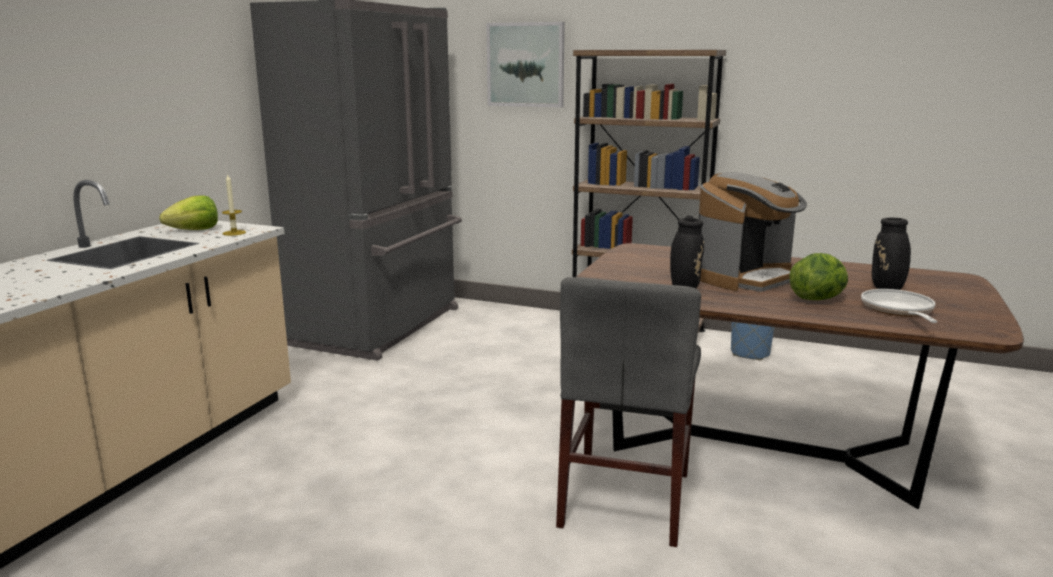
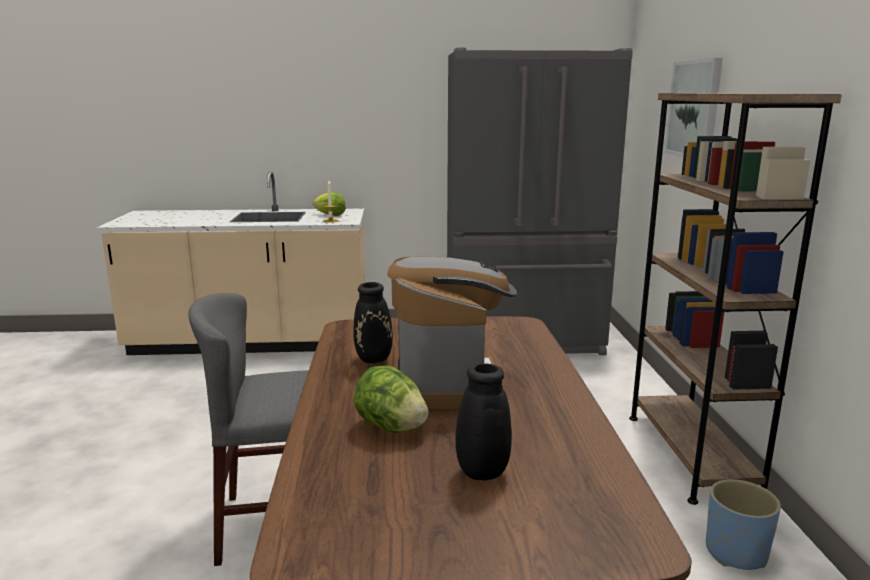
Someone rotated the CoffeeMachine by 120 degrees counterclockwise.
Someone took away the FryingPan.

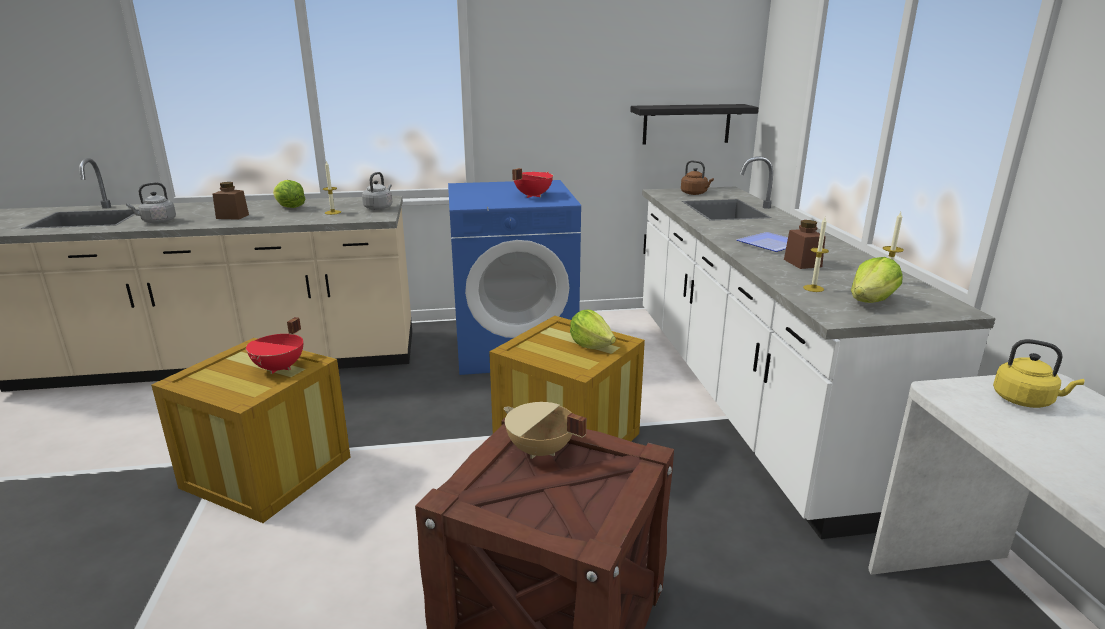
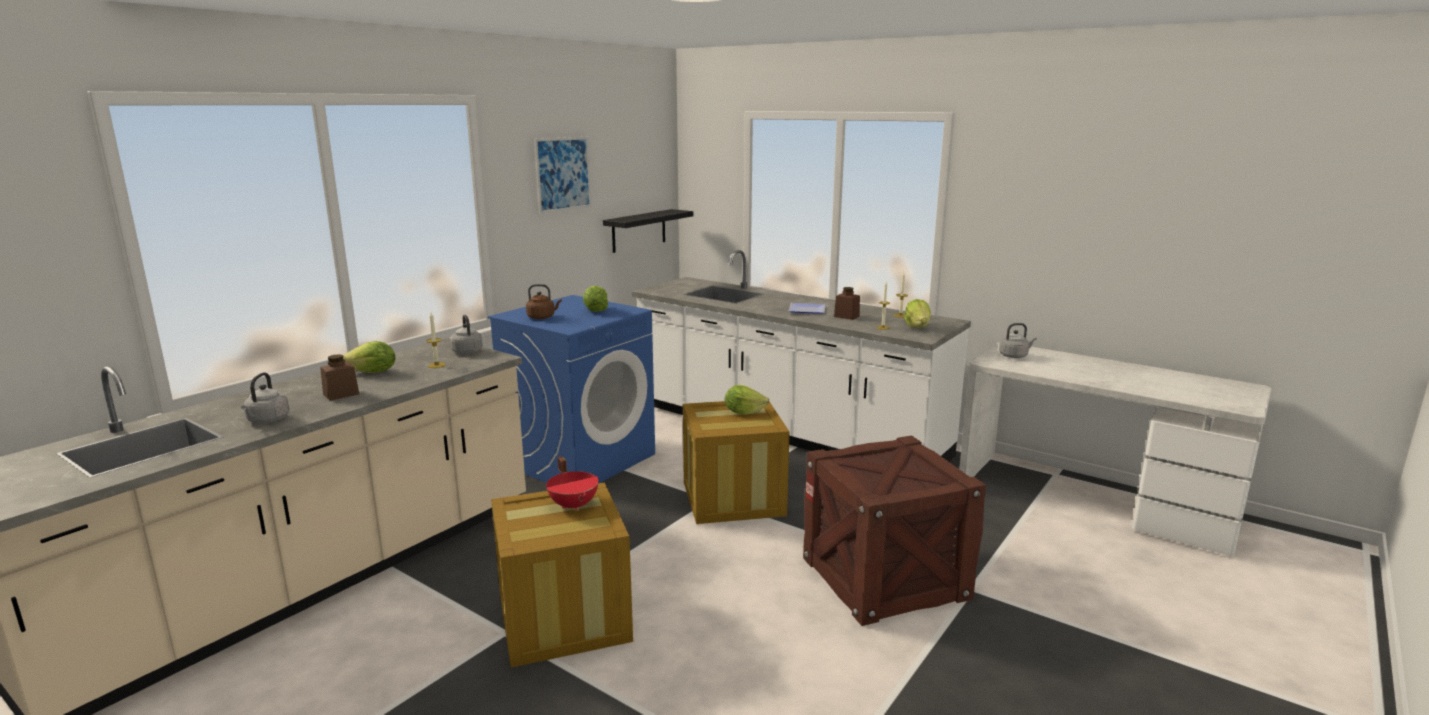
Someone carried the BrownKettle.
Someone put up the Picture.
Someone swapped the RedCookingPot (2nd from left) for the Lettuce (2nd from left).
Someone repainted the YellowKettle, which became the GreyKettle (3rd from left).
Someone took away the BeigeCookingPot.

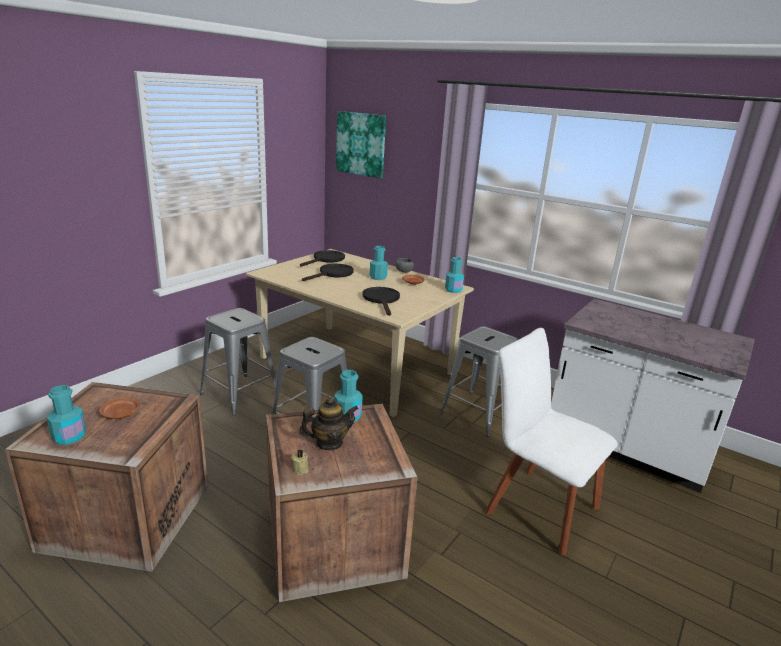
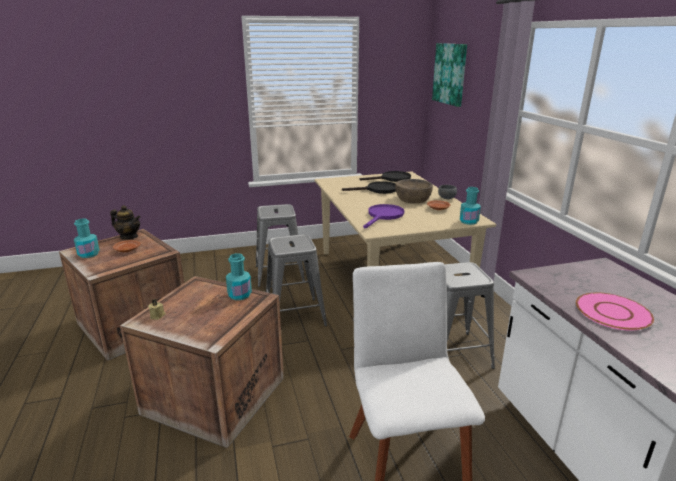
Someone carried the Teapot.
Someone repainted the BlackFryingPan (3rd from left), which became the PurpleFryingPan.
Someone swapped the TurquoiseBottle (3rd from left) for the BrownBowl.
Someone put down the PinkPlate.

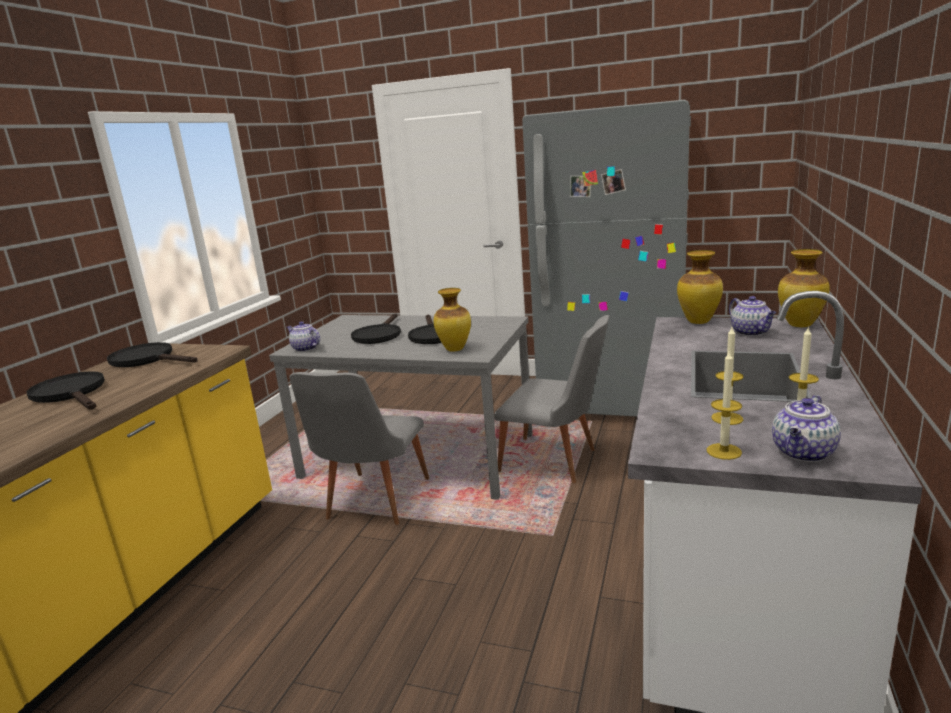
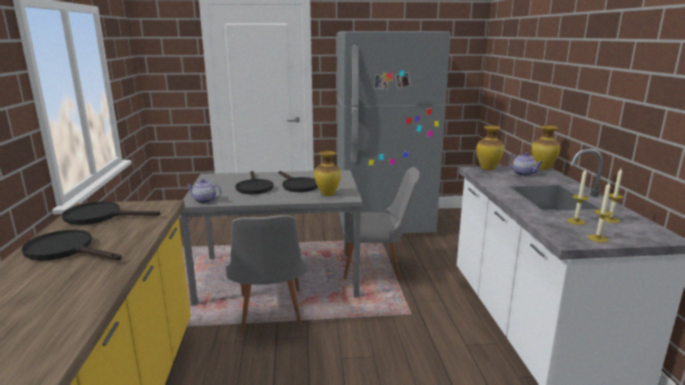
Someone took away the Teapot (3rd from left).

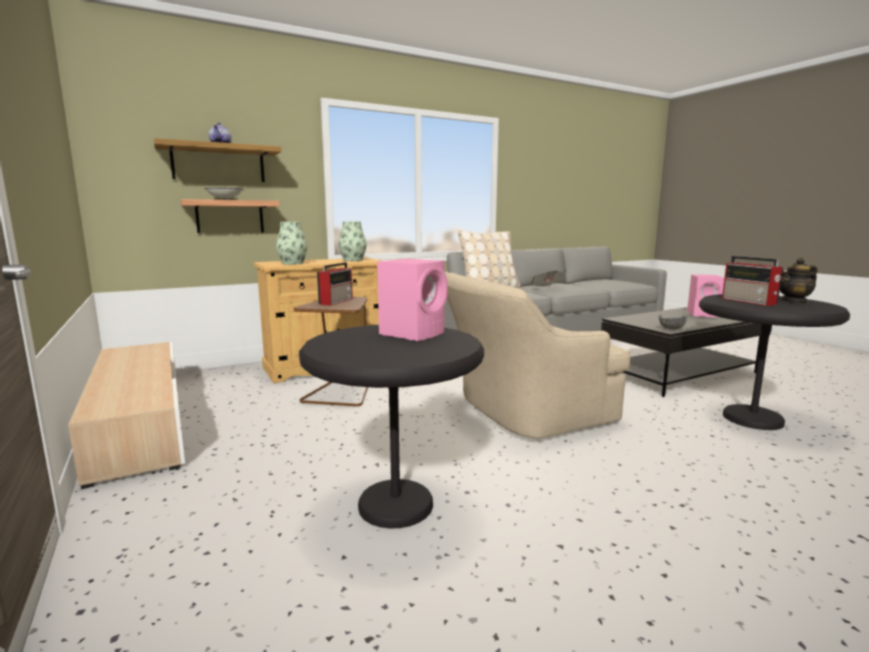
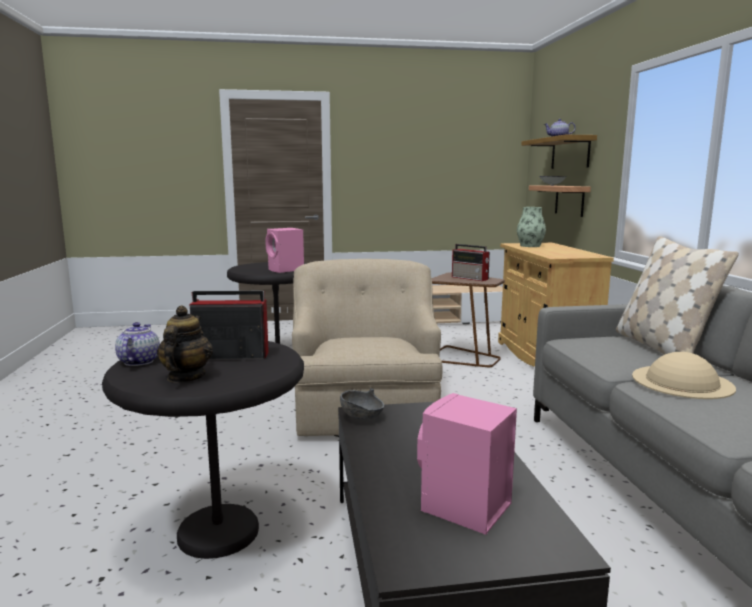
Someone put down the Teapot (1st from left).
Someone swapped the Newspaper for the BeigeHat.
Someone took away the Vase (2nd from left).

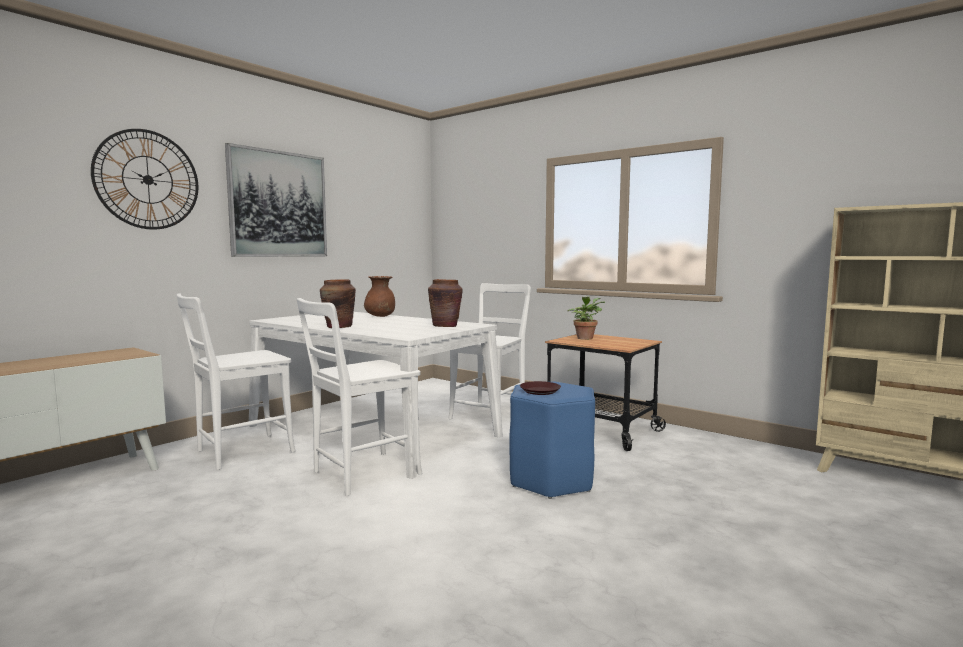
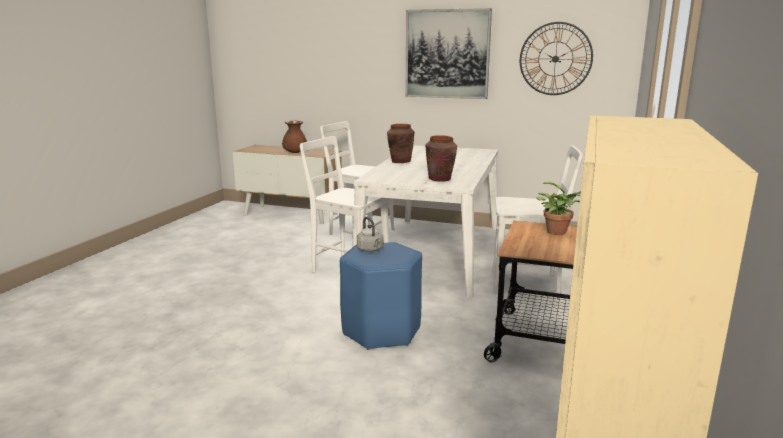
Someone carried the BrownVase (2nd from left in the first image).
Someone swapped the BrownPlate for the GreyKettle.
Someone carried the WallClock.

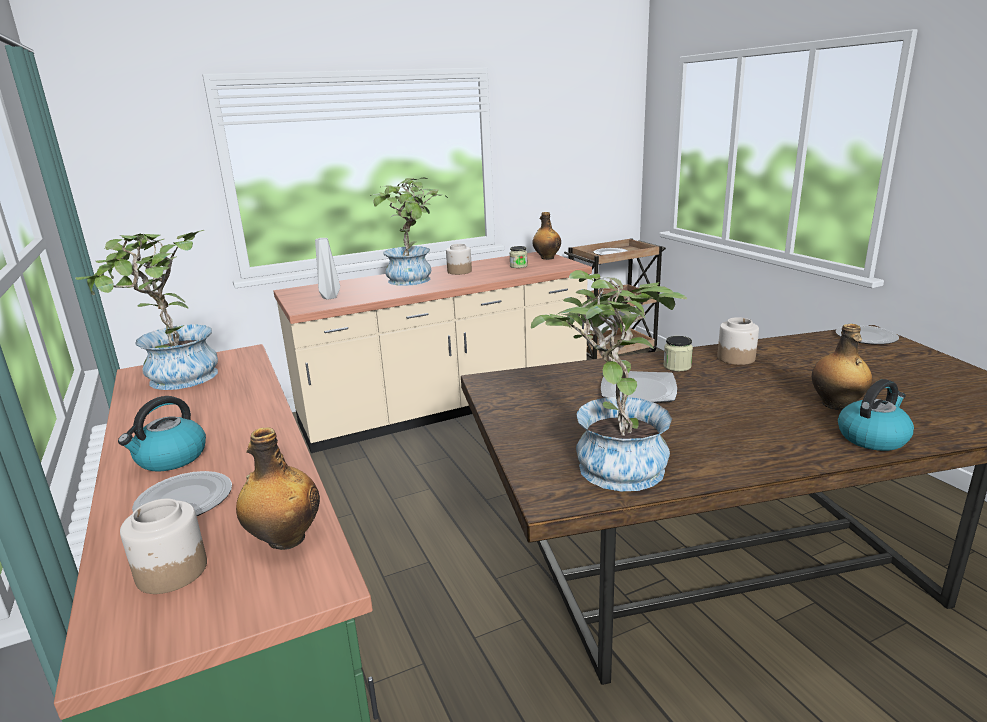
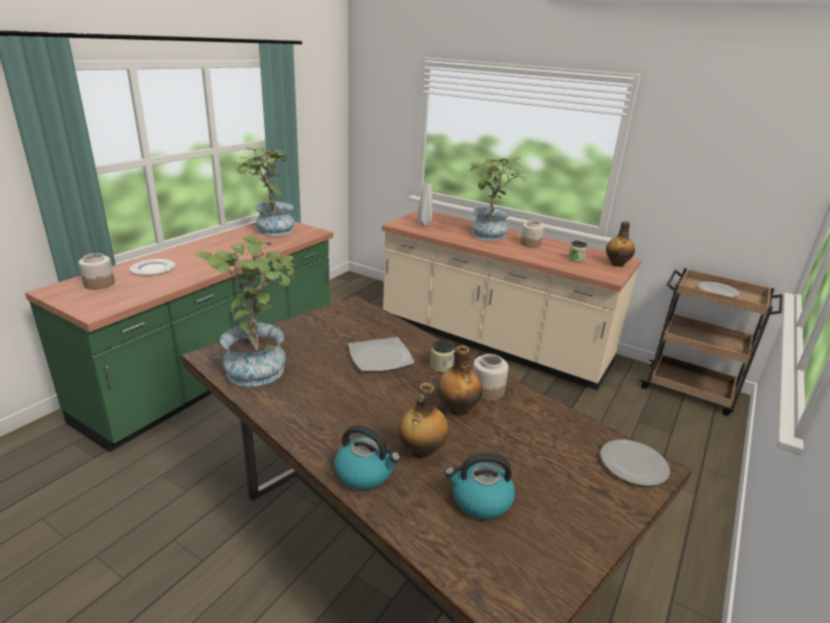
Someone carried the Bottle (1st from left in the first image).
Someone carried the Kettle (1st from left in the first image).

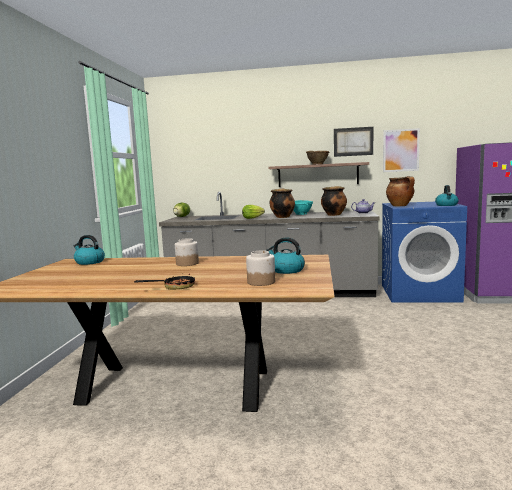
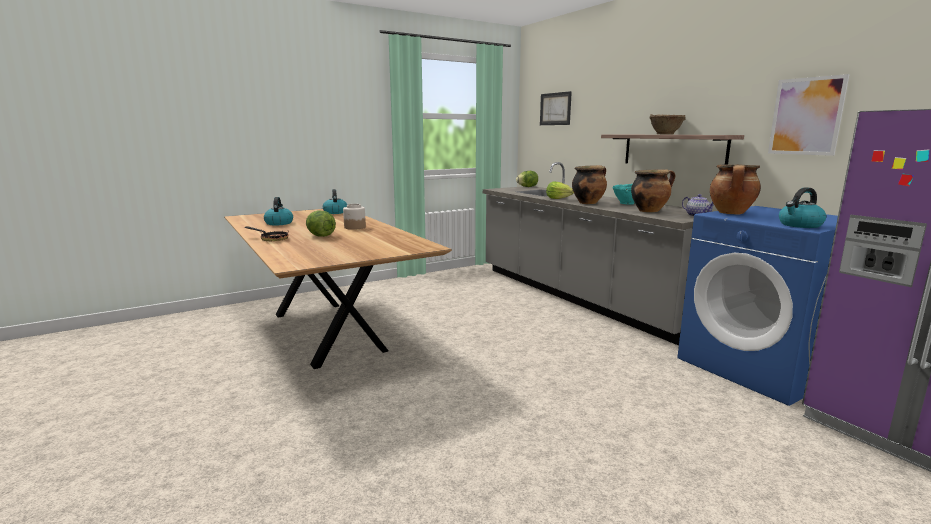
Someone carried the Kettle (2nd from left in the first image).
Someone put down the Lettuce (1st from left).
Someone carried the Picture (1st from left).
Someone took away the Jar (2nd from left).

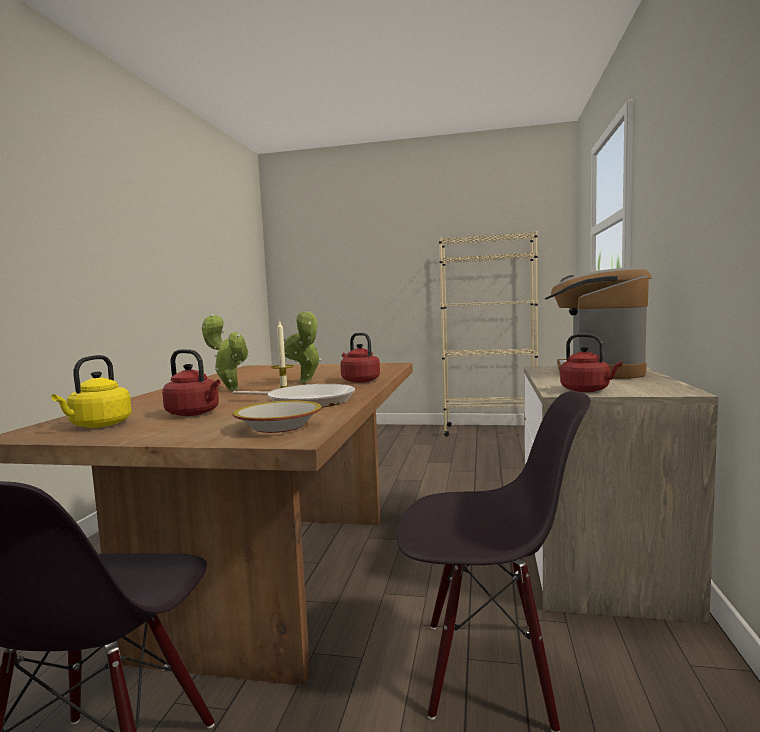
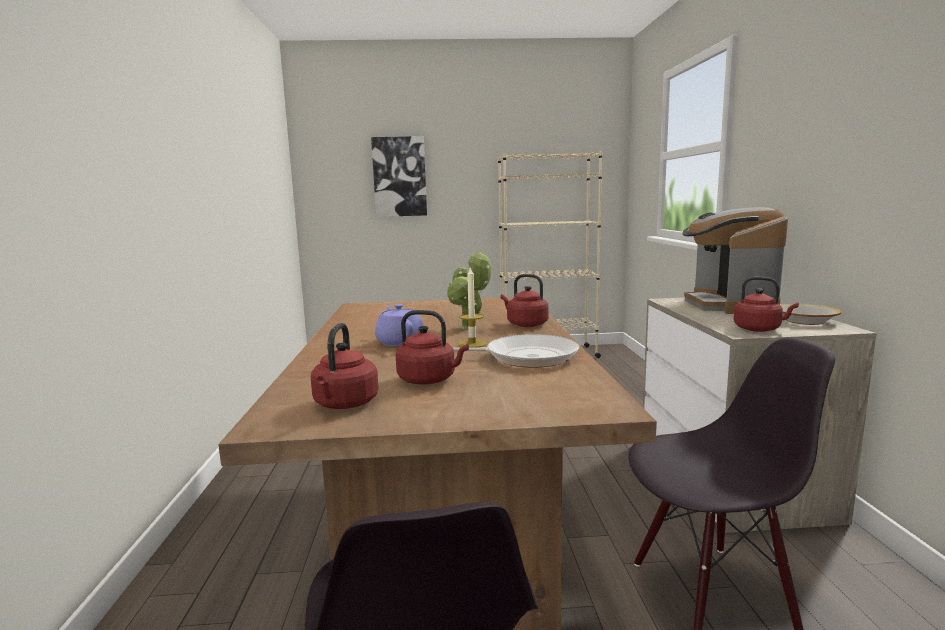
Someone repainted the YellowKettle, which became the RedKettle (1st from left).
Someone put up the Picture.
Someone swapped the PottedPlant (1st from left) for the PurpleTeapot.
Someone carried the Bowl.

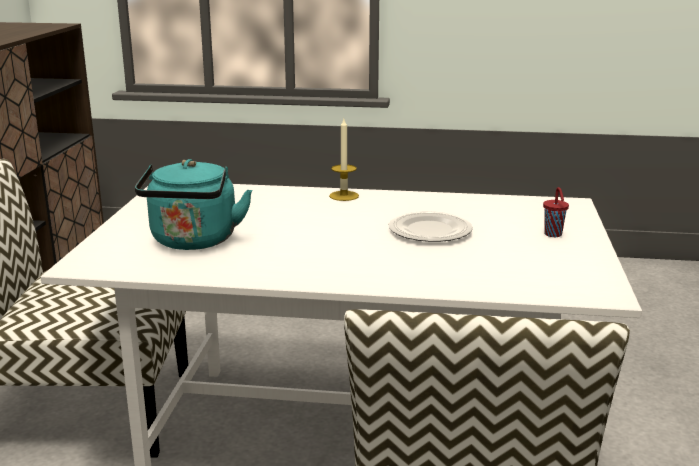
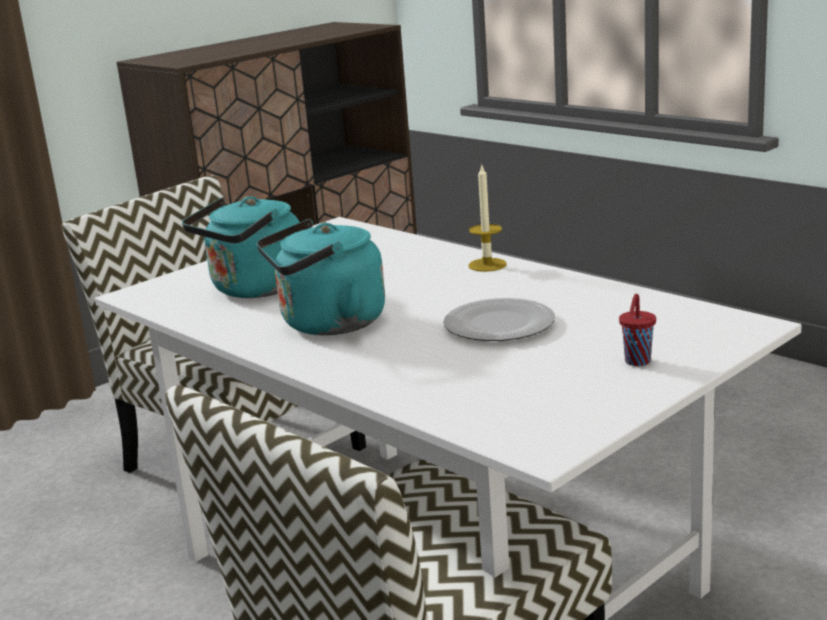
Someone put down the TurquoiseKettle (2nd from left).

